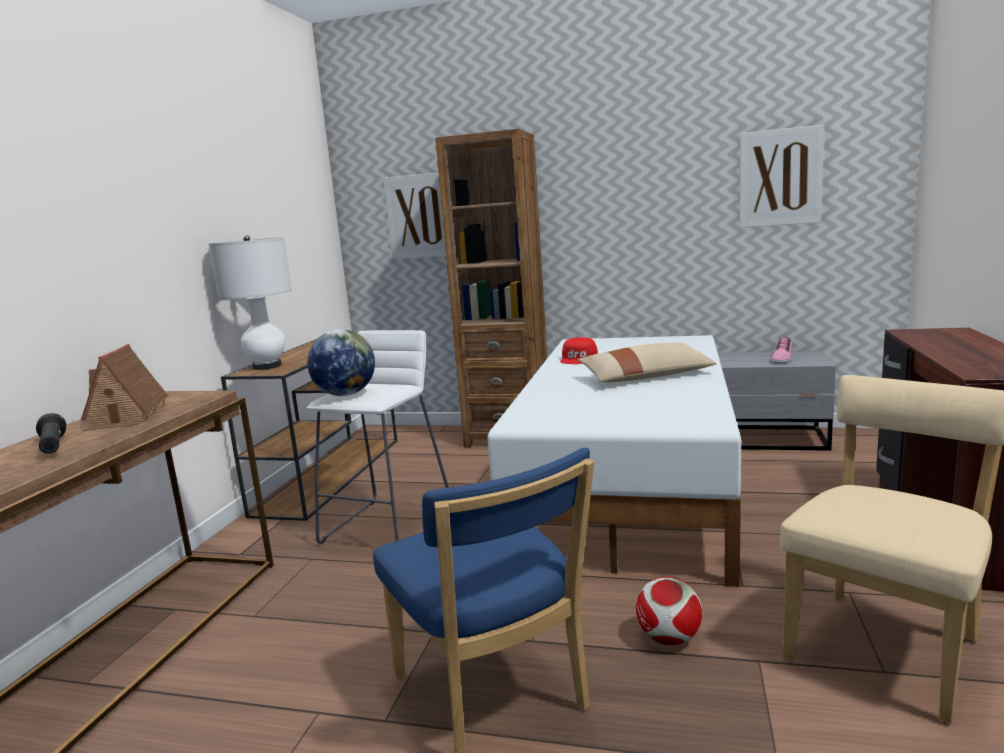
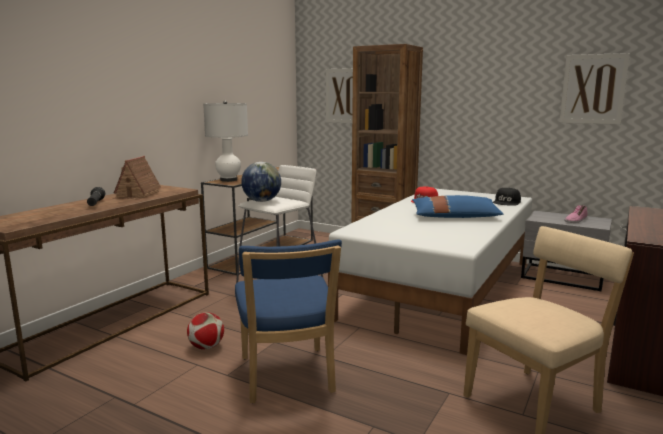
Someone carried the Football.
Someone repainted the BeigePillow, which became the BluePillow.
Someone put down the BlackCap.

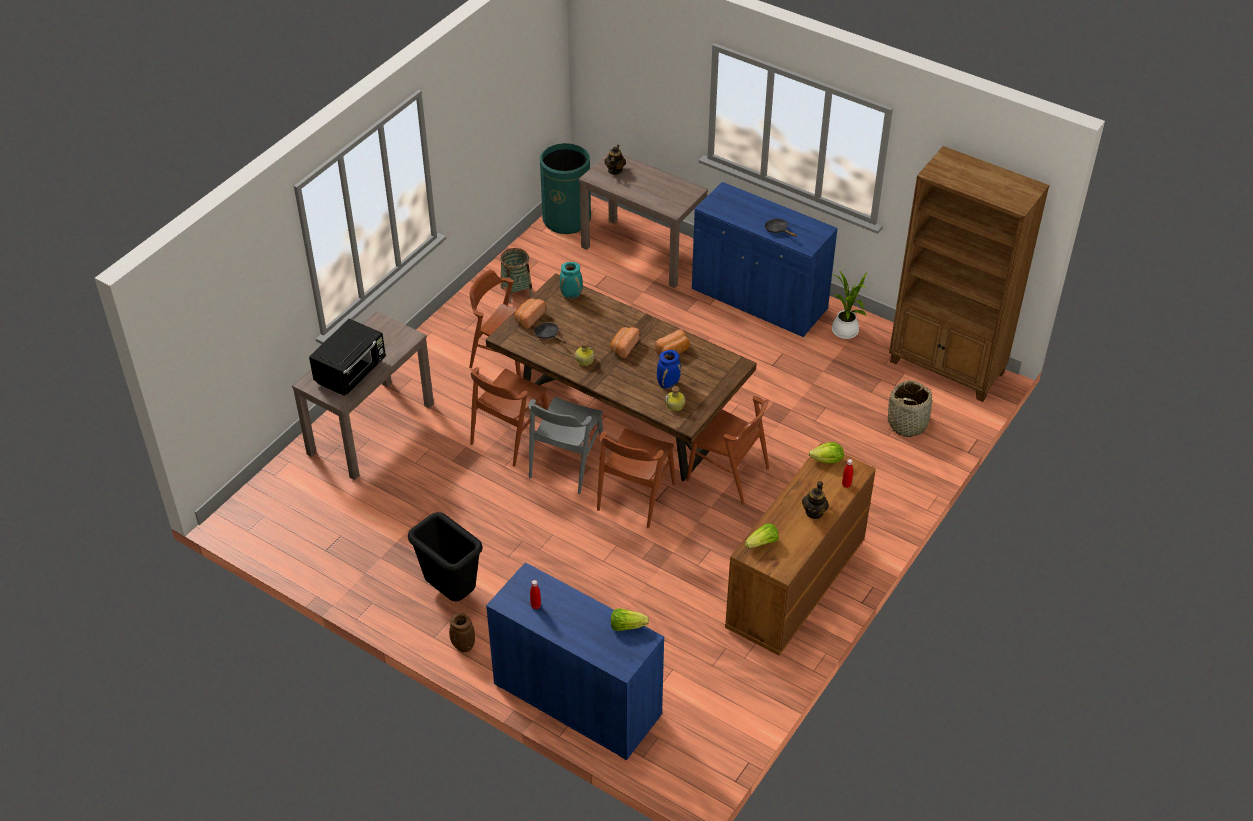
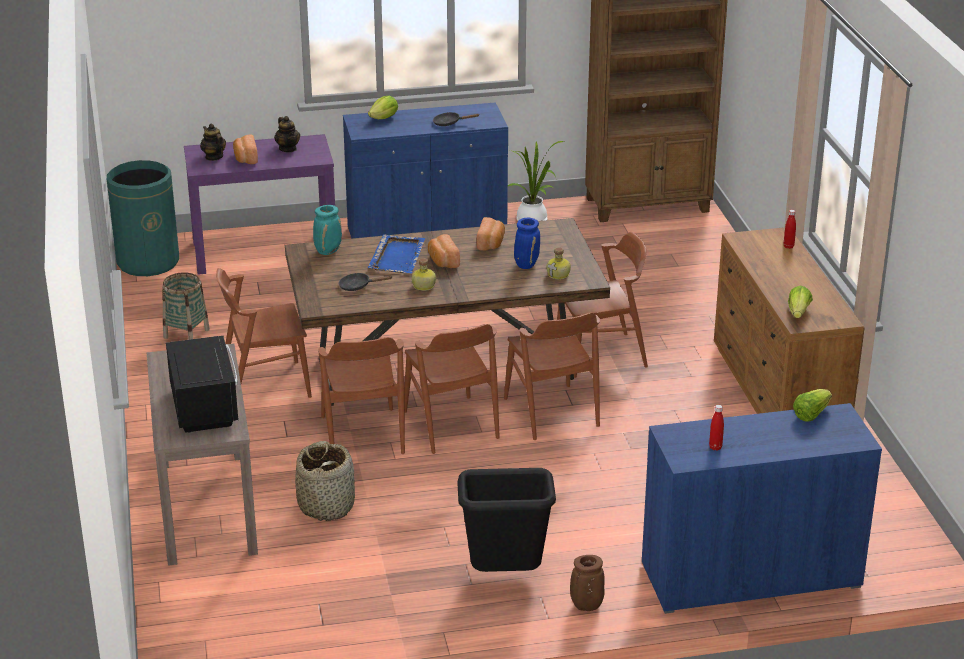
Someone repainted the BrownConsoleTable (2nd from left), which became the PurpleConsoleTable.
Someone carried the Bread (1st from left).
Someone carried the Teapot (2nd from left).
Someone carried the Basket (2nd from left).
Someone carried the Lettuce (3rd from left in the first image).
Someone put down the BlueTray.
Someone repainted the GreyChair, which became the BrownChair (3rd from left).

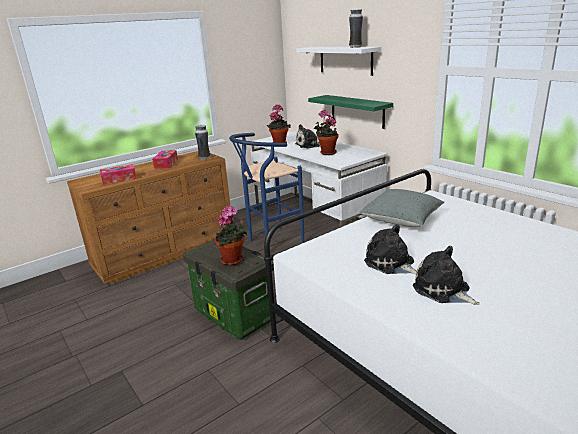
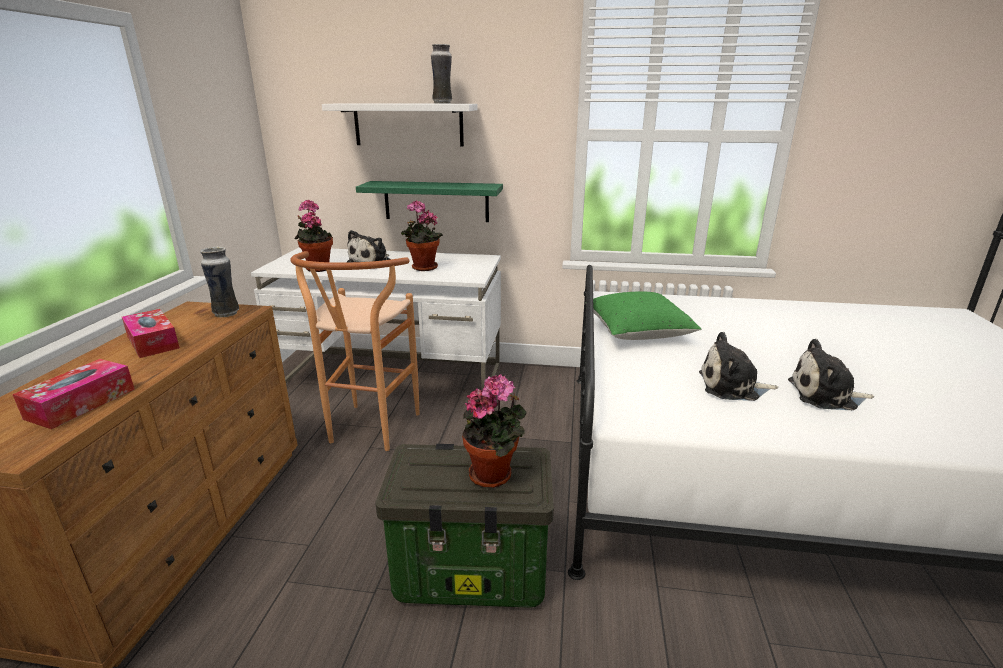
Someone repainted the BlueStool, which became the BrownStool.
Someone repainted the GreyPillow, which became the GreenPillow.

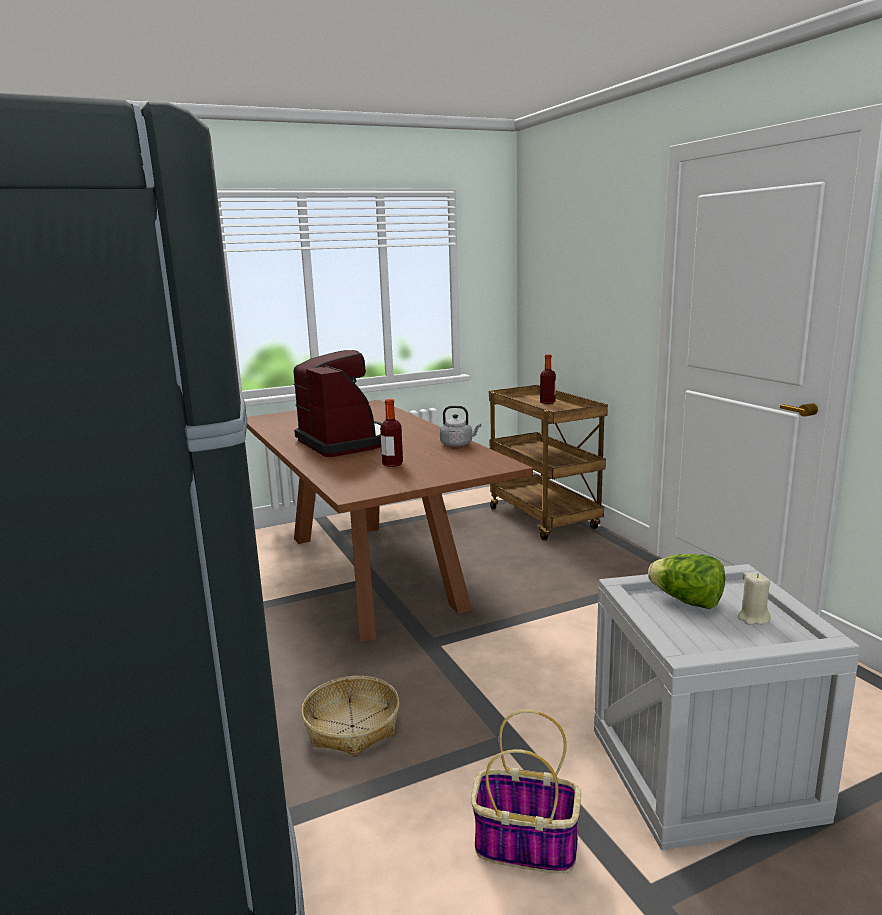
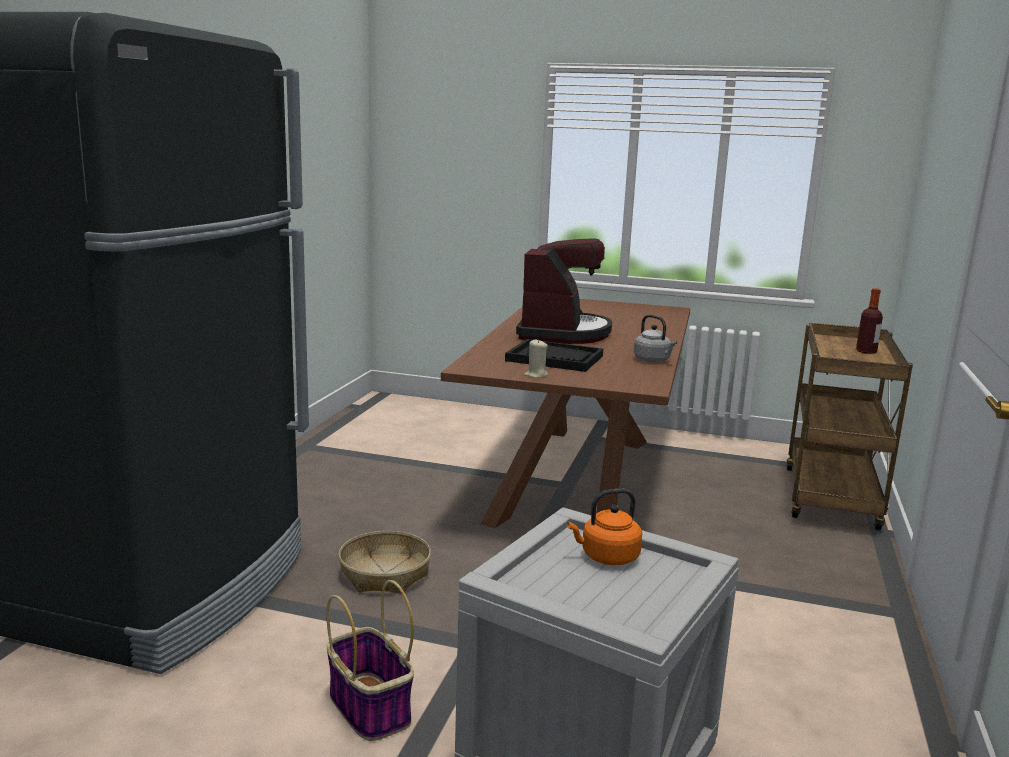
Someone swapped the Bottle (1st from left) for the BlackTray.
Someone carried the BeigeCandle.
Someone swapped the Lettuce for the OrangeKettle.

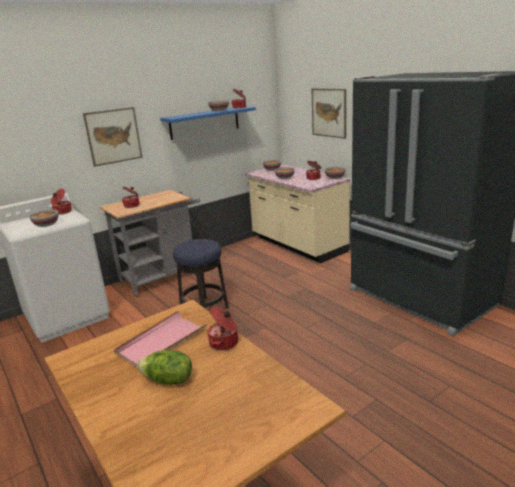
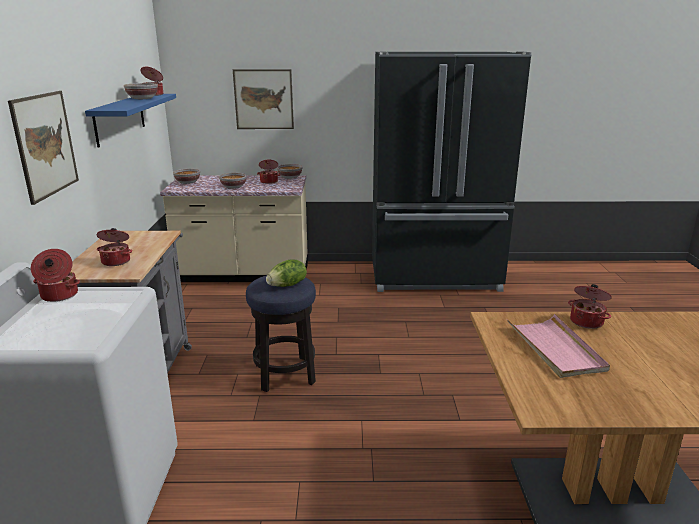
Someone carried the Lettuce.
Someone took away the Bowl (1st from left).

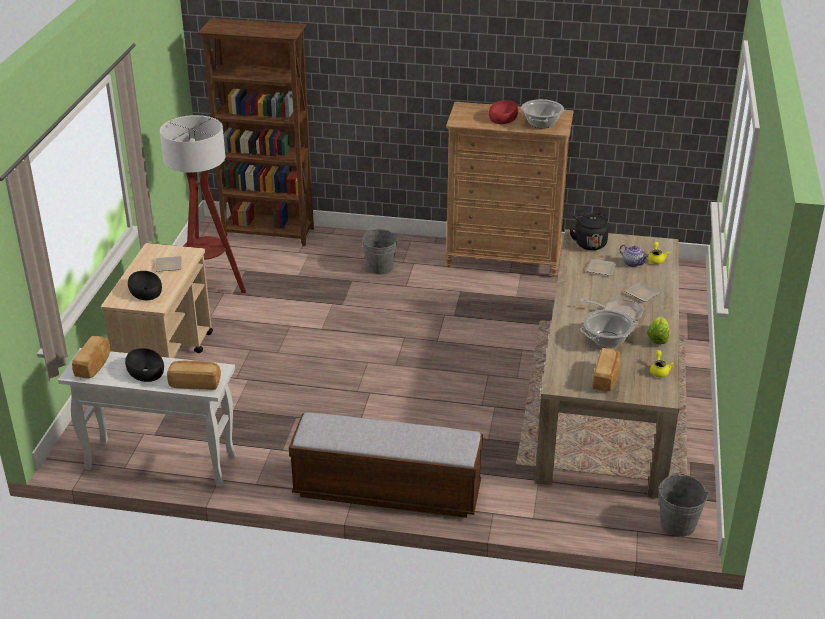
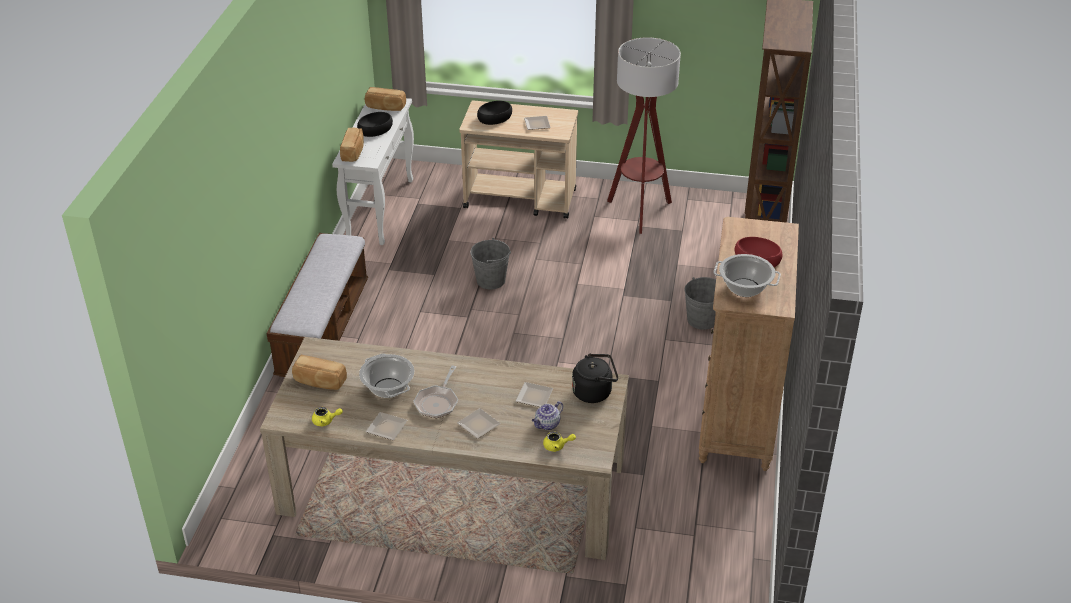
Someone swapped the Lettuce for the Plate (1st from left).
Someone carried the GreyBucket (2nd from left in the first image).

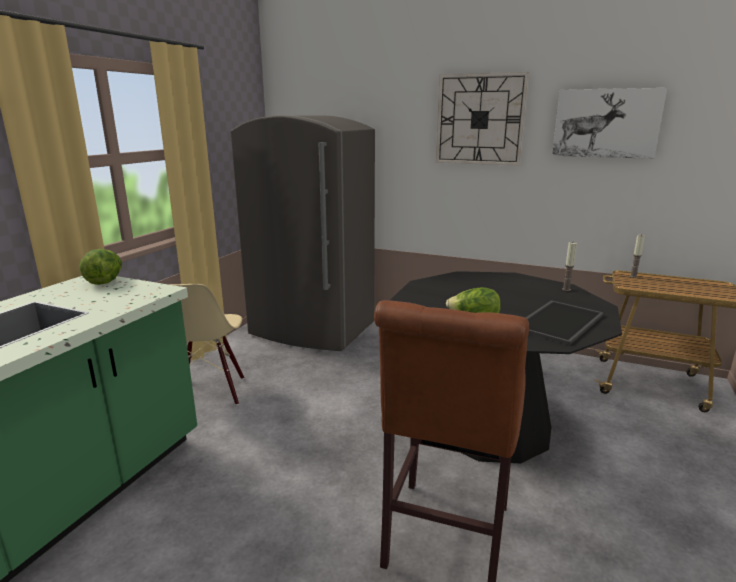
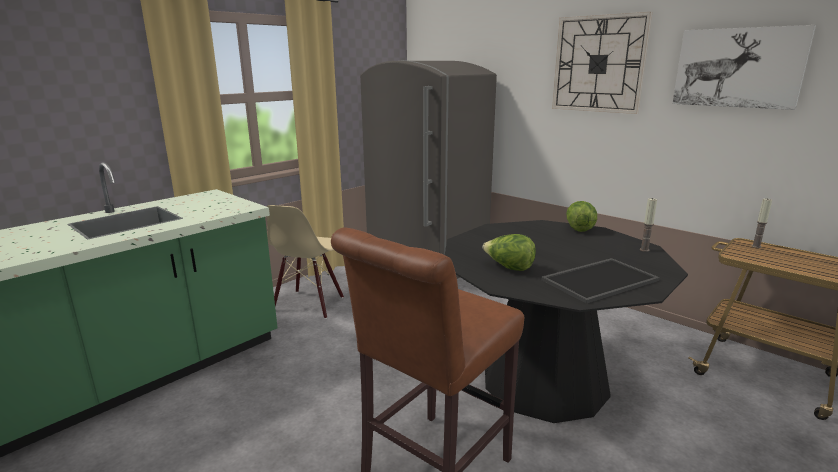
Someone carried the Lettuce (1st from left in the first image).

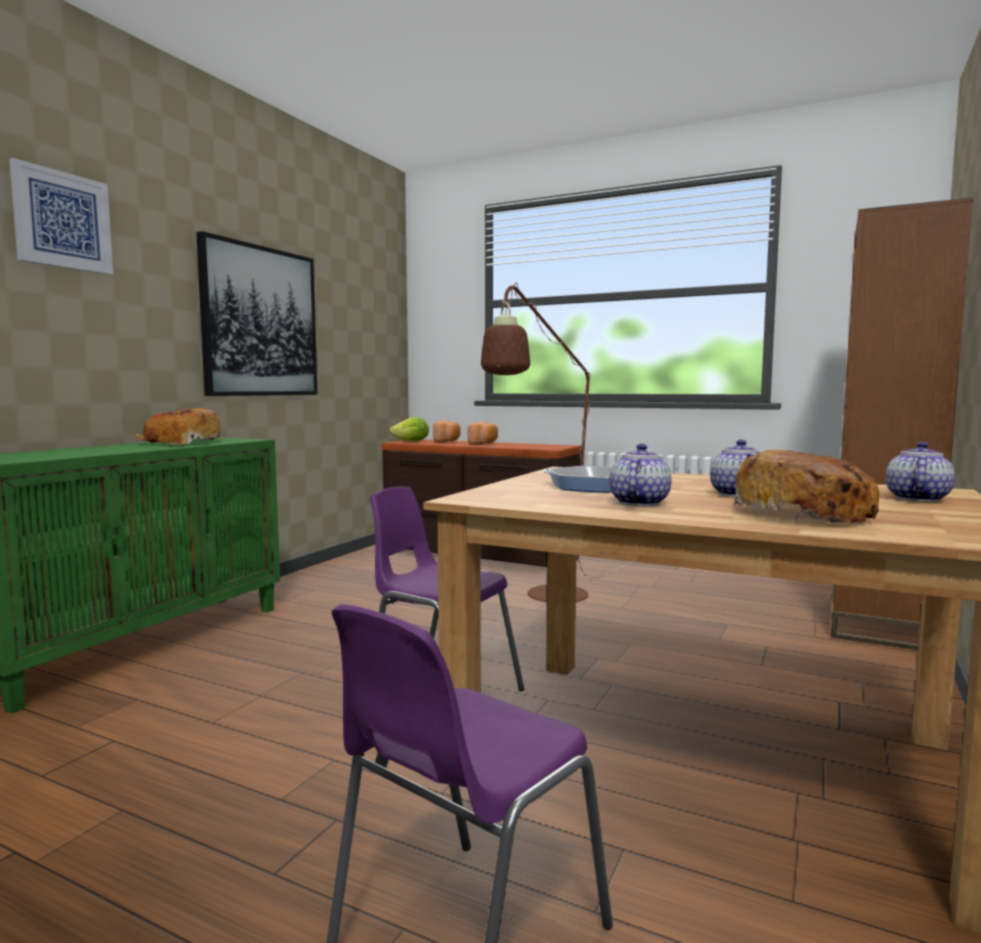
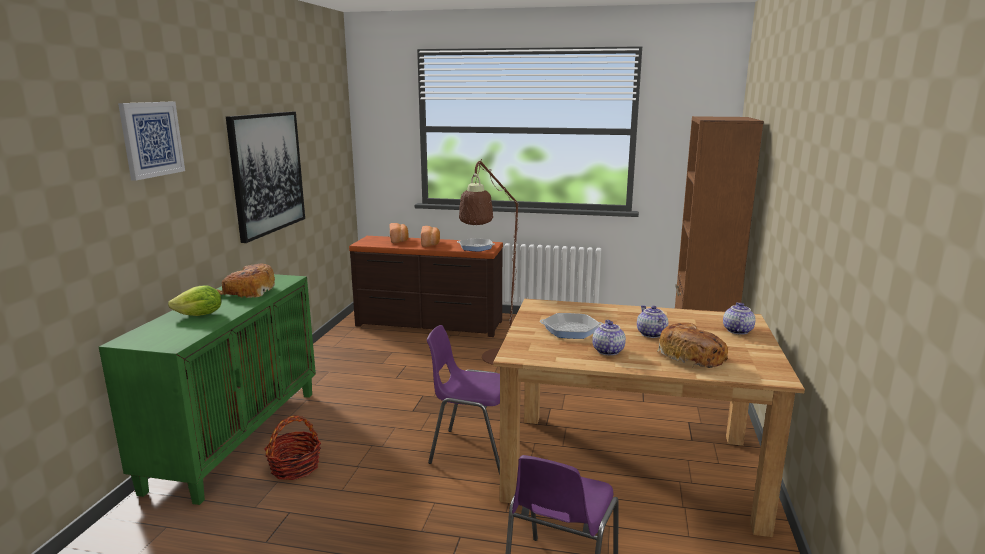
Someone carried the Lettuce.
Someone put down the Basket.
Someone put down the FryingPan (1st from left).

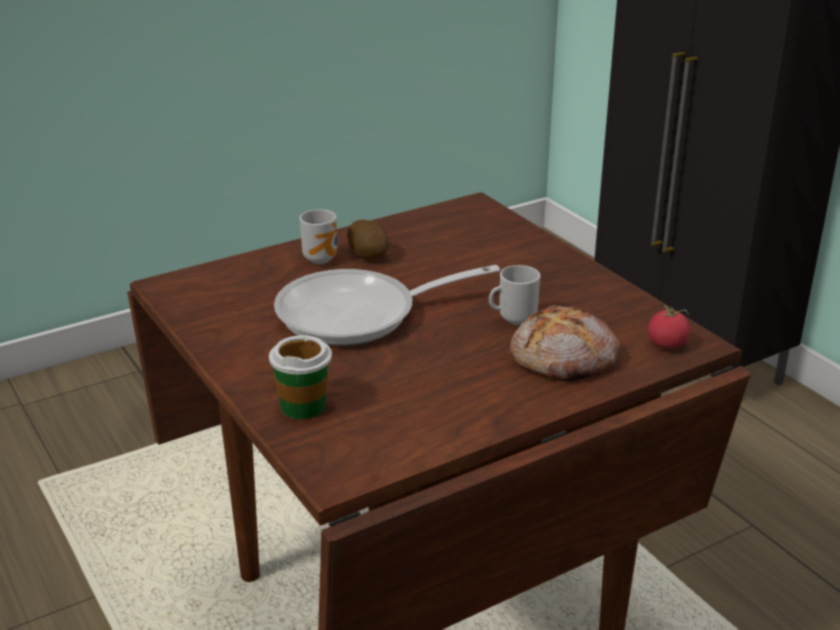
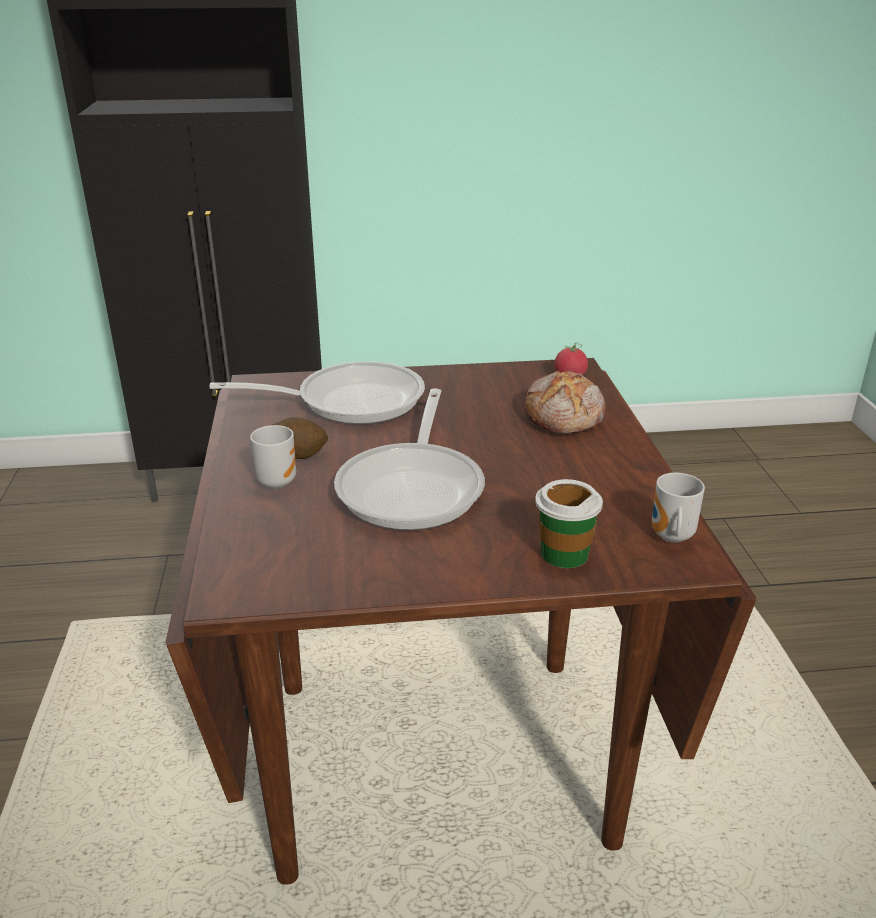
Someone put down the FryingPan (1st from left).
Someone carried the Mug (2nd from left).

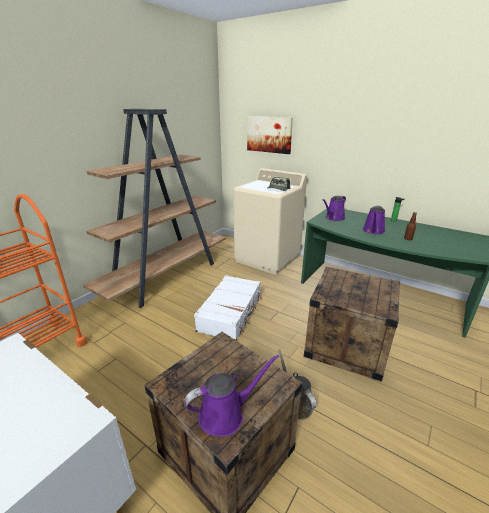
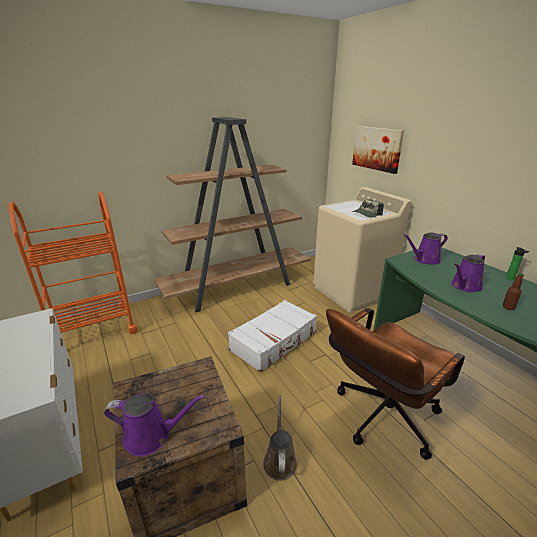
Someone swapped the Crate (2nd from left) for the BrownOfficeChair.

